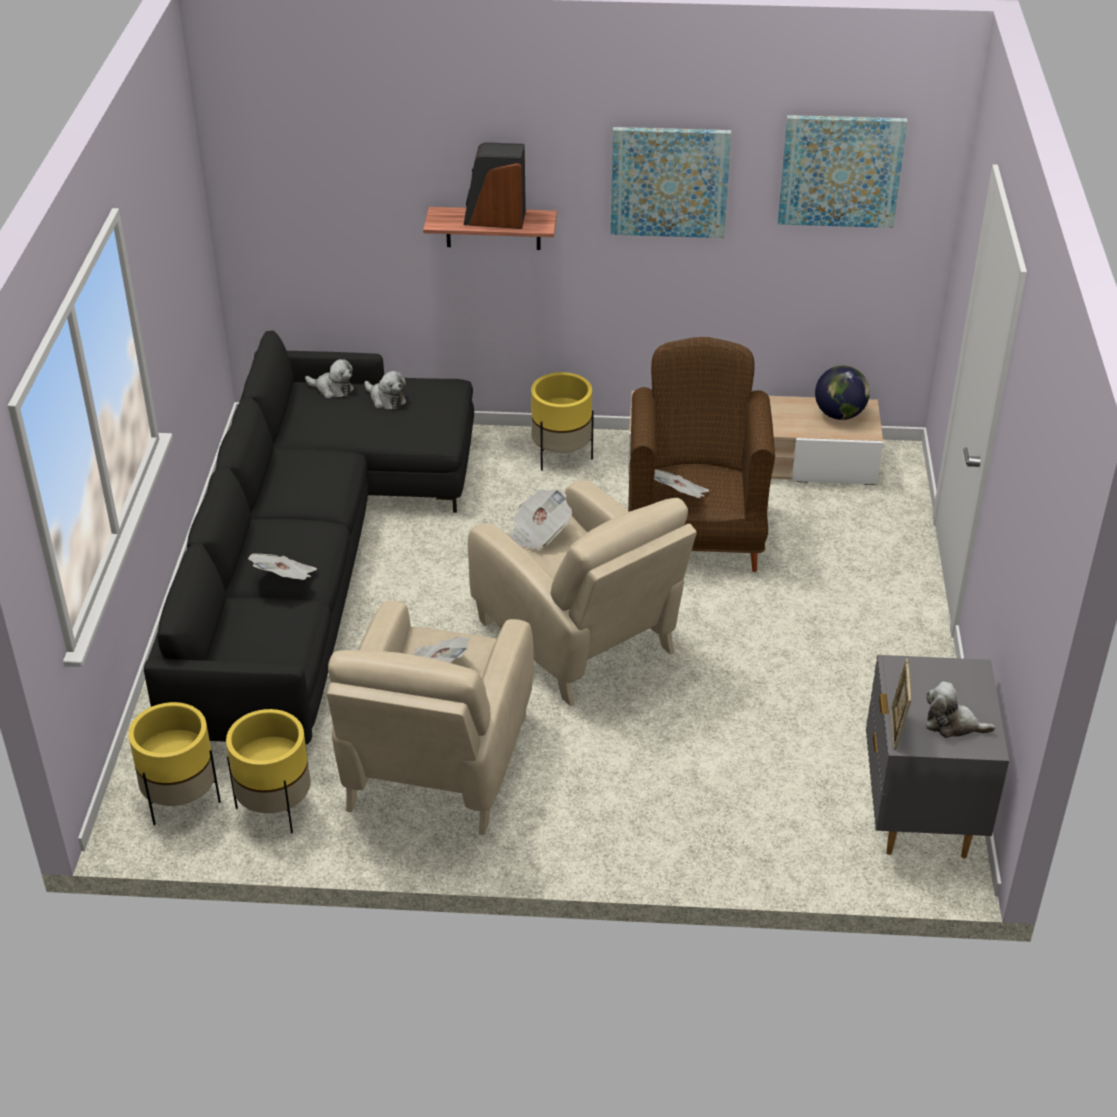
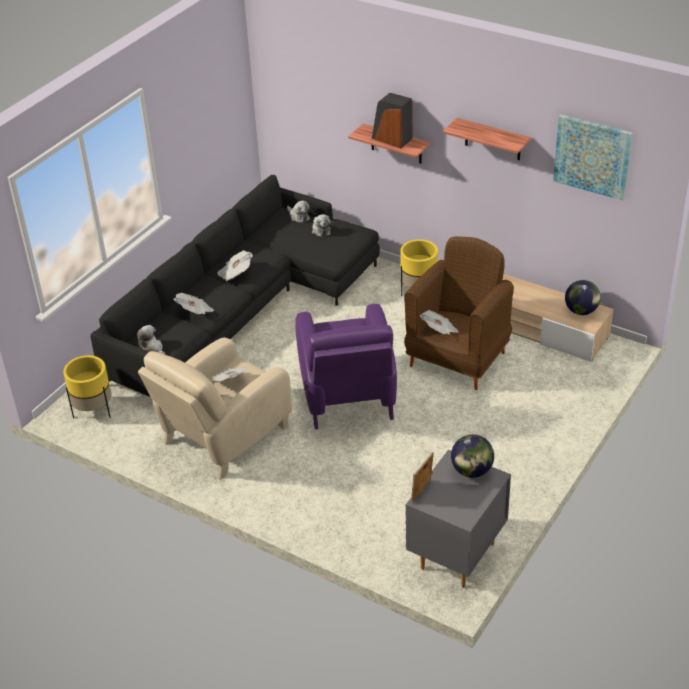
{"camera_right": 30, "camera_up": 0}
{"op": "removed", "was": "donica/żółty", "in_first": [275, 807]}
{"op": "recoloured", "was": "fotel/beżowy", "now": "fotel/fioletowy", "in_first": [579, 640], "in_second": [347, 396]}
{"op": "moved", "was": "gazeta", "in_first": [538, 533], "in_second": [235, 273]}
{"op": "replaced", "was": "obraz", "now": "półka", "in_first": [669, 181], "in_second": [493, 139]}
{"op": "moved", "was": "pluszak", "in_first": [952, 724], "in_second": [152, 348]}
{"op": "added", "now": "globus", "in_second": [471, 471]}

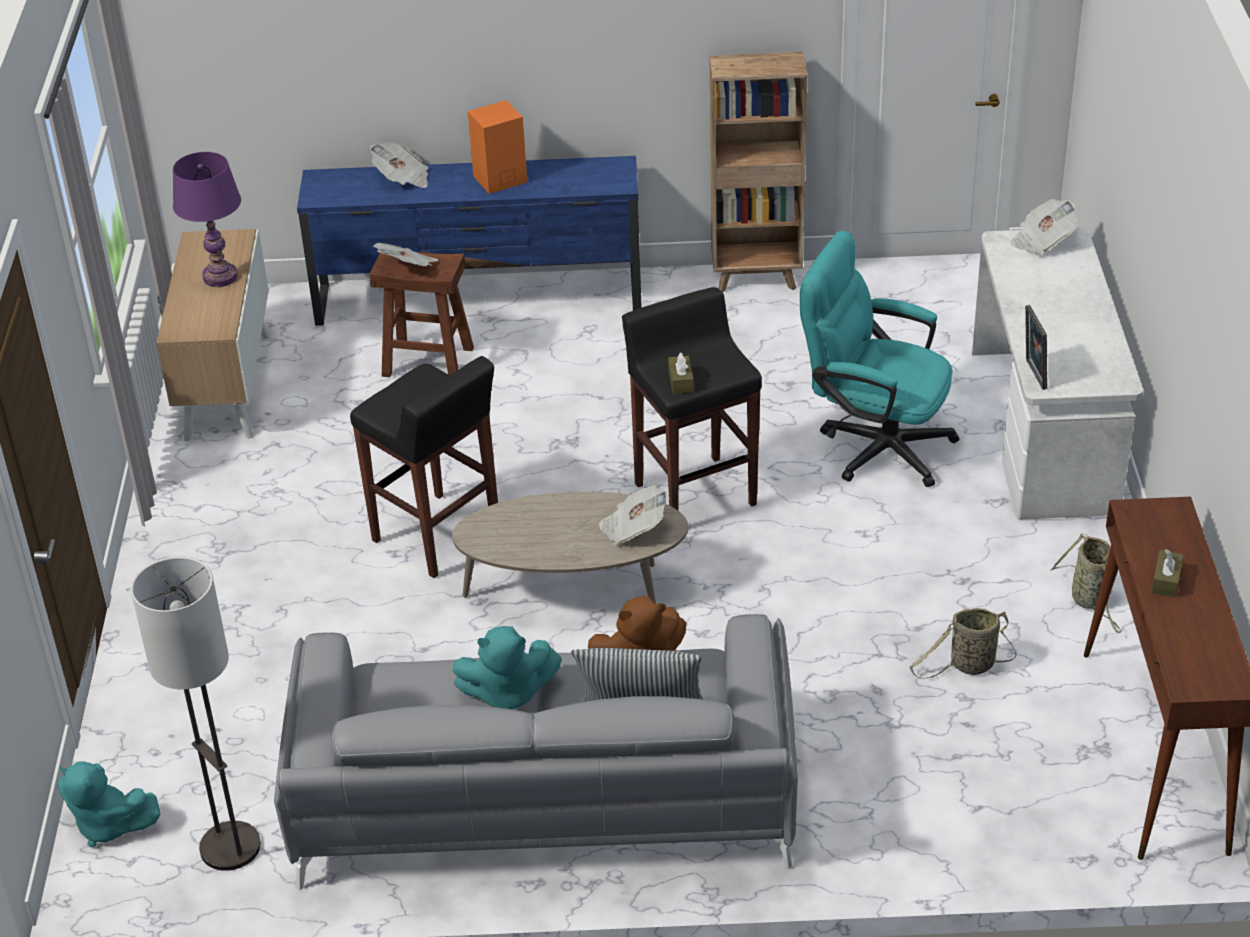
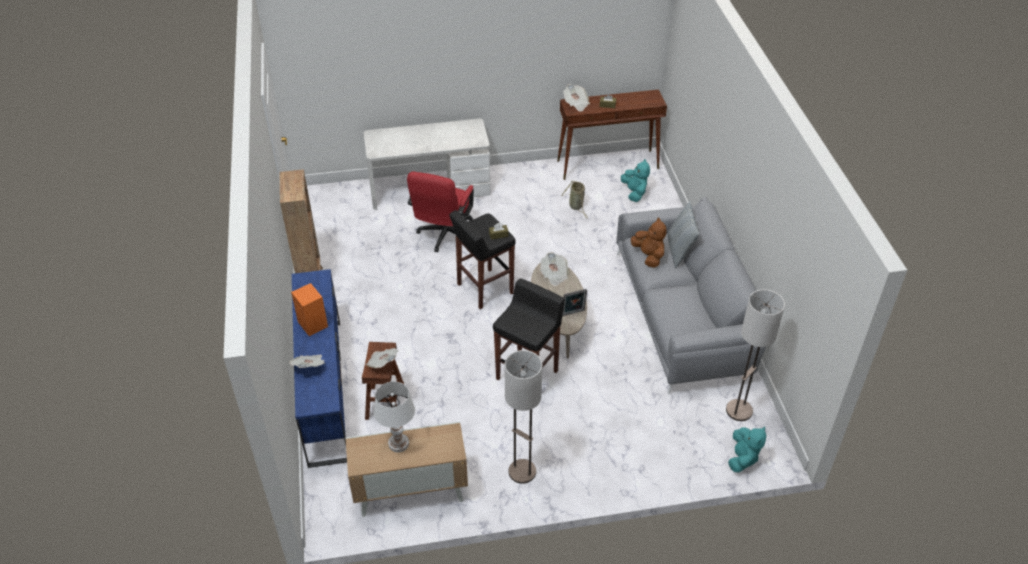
{"camera_right": -100, "camera_up": 5}
{"op": "recoloured", "was": "lampa stołowa/fioletowy", "now": "lampa stołowa/biały", "in_first": [220, 277], "in_second": [398, 443]}
{"op": "moved", "was": "pluszak/turkusowy", "in_first": [507, 694], "in_second": [634, 192]}
{"op": "recoloured", "was": "krzesło biurowe/turkusowy", "now": "krzesło biurowe/czerwony", "in_first": [874, 445], "in_second": [444, 236]}
{"op": "moved", "was": "gazeta", "in_first": [1042, 241], "in_second": [576, 104]}
{"op": "moved", "was": "ramka na zdjęcie", "in_first": [1033, 374], "in_second": [573, 313]}
{"op": "removed", "was": "koszyk", "in_first": [1089, 600]}
{"op": "added", "now": "lampa stojąca", "in_second": [522, 472]}

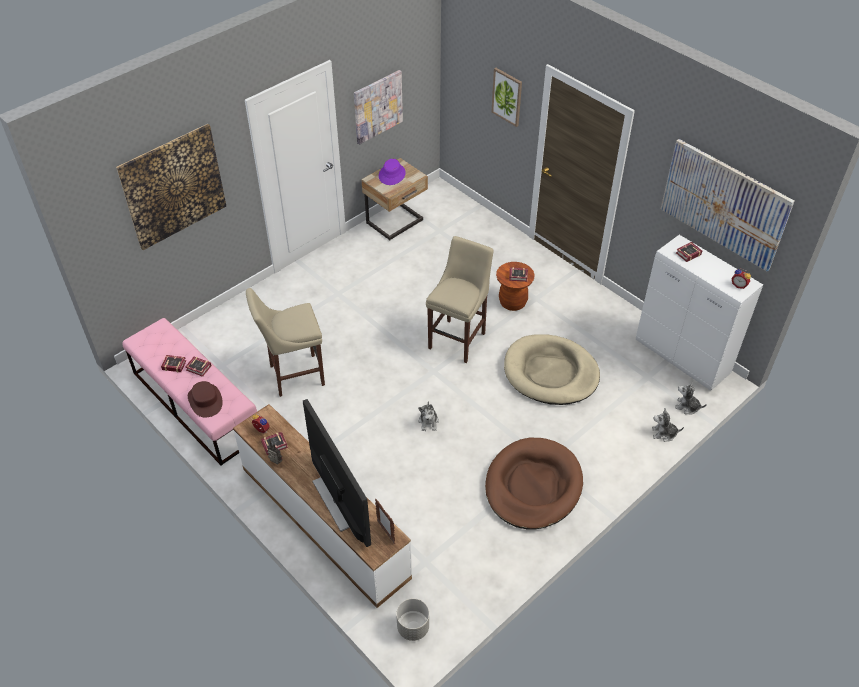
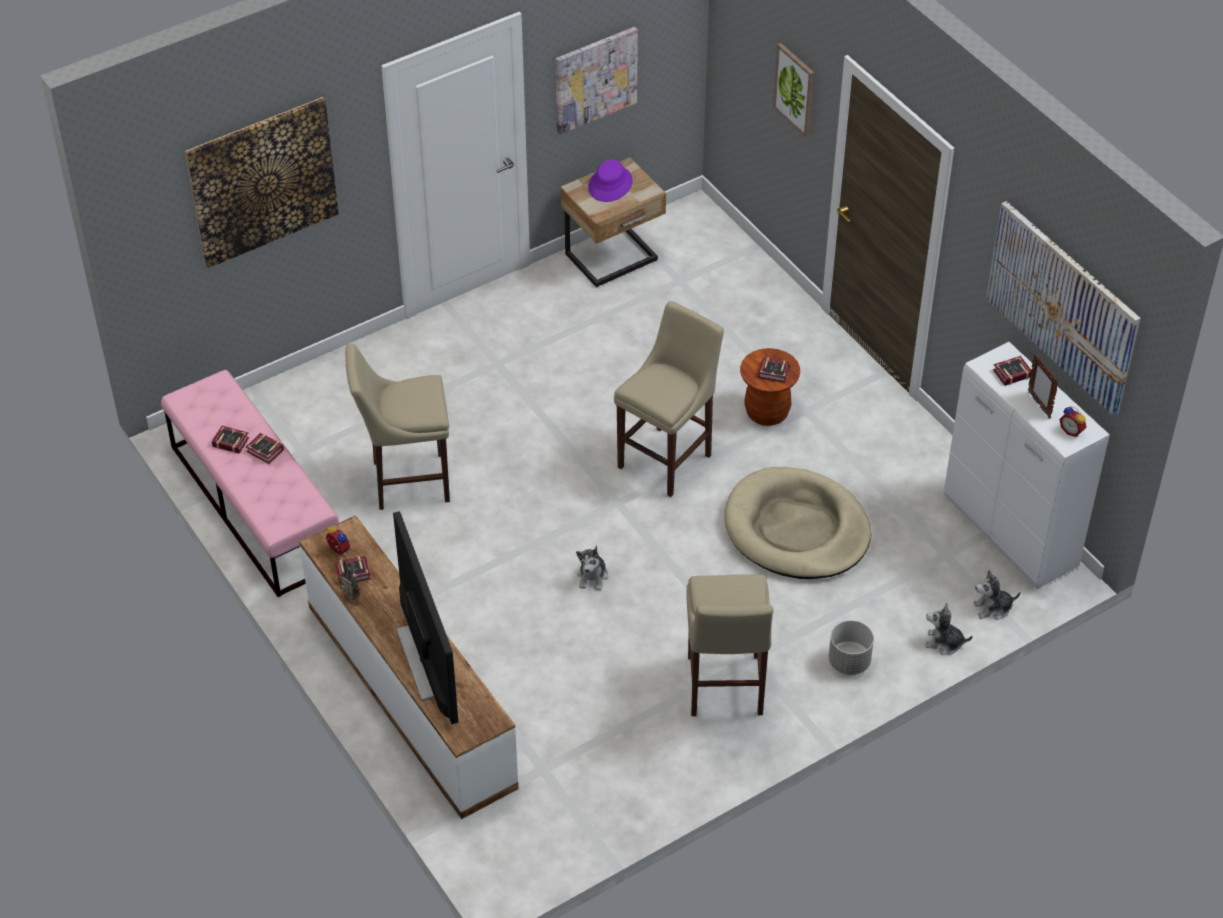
{"camera_right": 10, "camera_up": 0}
{"op": "removed", "was": "kapelusz/brązowy", "in_first": [205, 400]}
{"op": "moved", "was": "ramka na zdjęcie", "in_first": [386, 532], "in_second": [1039, 405]}
{"op": "moved", "was": "donica/szary", "in_first": [413, 627], "in_second": [849, 662]}
{"op": "replaced", "was": "legowisko/brązowy", "now": "stołek/beżowy", "in_first": [533, 486], "in_second": [724, 689]}
{"op": "turned", "was": "pluszak", "in_first": [687, 407], "in_second": [993, 608], "clockwise": -45}

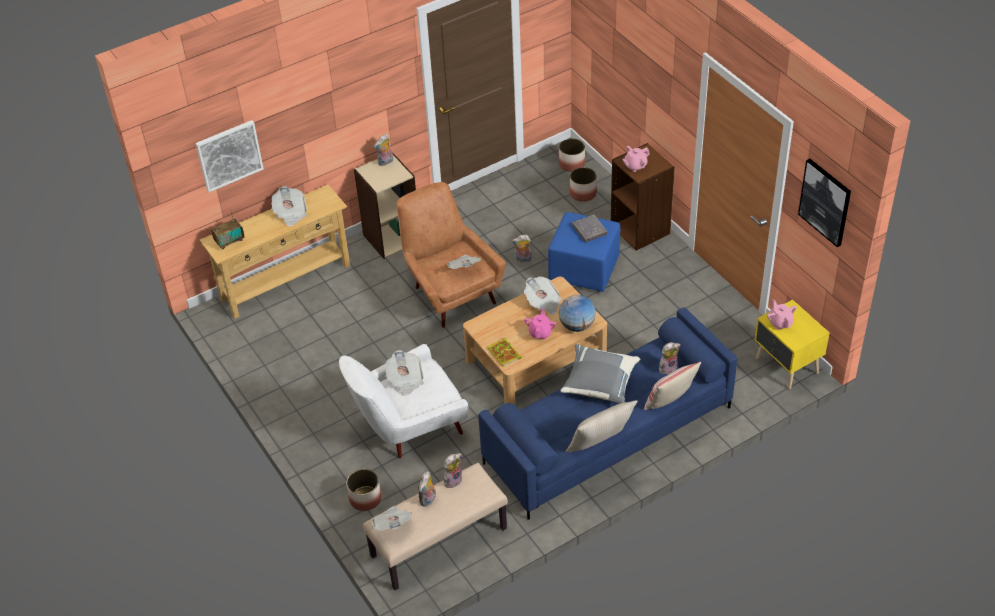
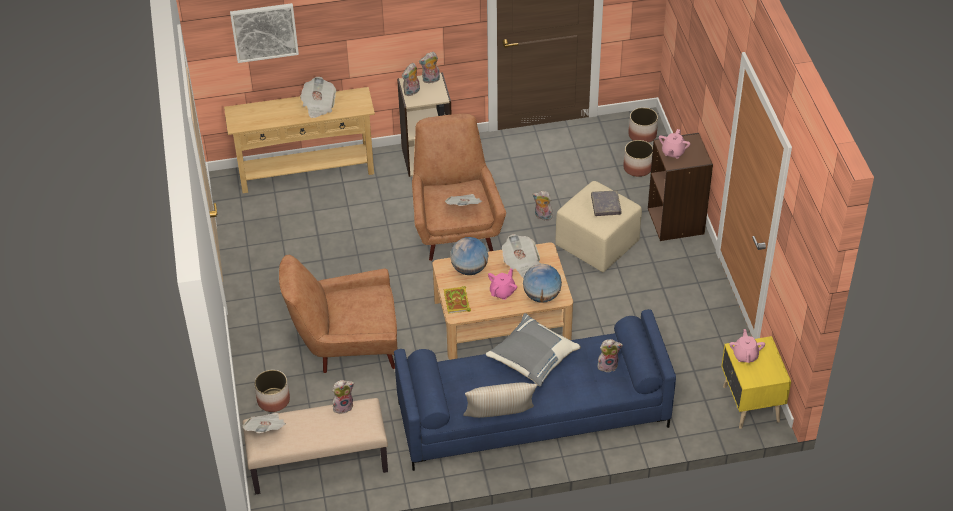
{"camera_right": 20, "camera_up": 0}
{"op": "removed", "was": "radio", "in_first": [229, 241]}
{"op": "recoloured", "was": "fotel/biały", "now": "fotel/brązowy", "in_first": [409, 428], "in_second": [347, 347]}
{"op": "removed", "was": "gazeta", "in_first": [405, 380]}
{"op": "moved", "was": "pluszak", "in_first": [428, 500], "in_second": [412, 92]}
{"op": "recoloured", "was": "pufa/niebieski", "now": "pufa/beżowy", "in_first": [583, 270], "in_second": [596, 244]}
{"op": "turned", "was": "imbryk/różowy", "in_first": [635, 166], "in_second": [673, 152], "clockwise": -60}
{"op": "removed", "was": "poduszka", "in_first": [669, 401]}
{"op": "removed", "was": "obraz", "in_first": [825, 202]}
{"op": "added", "now": "globus", "in_second": [469, 269]}

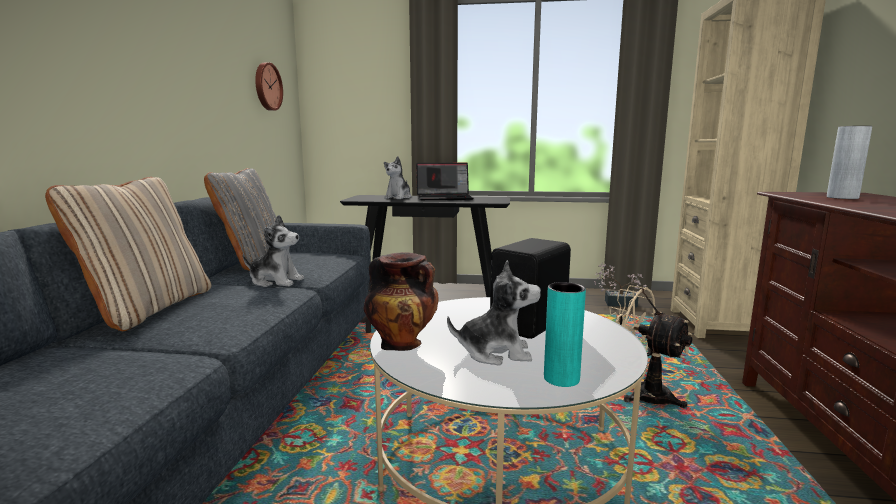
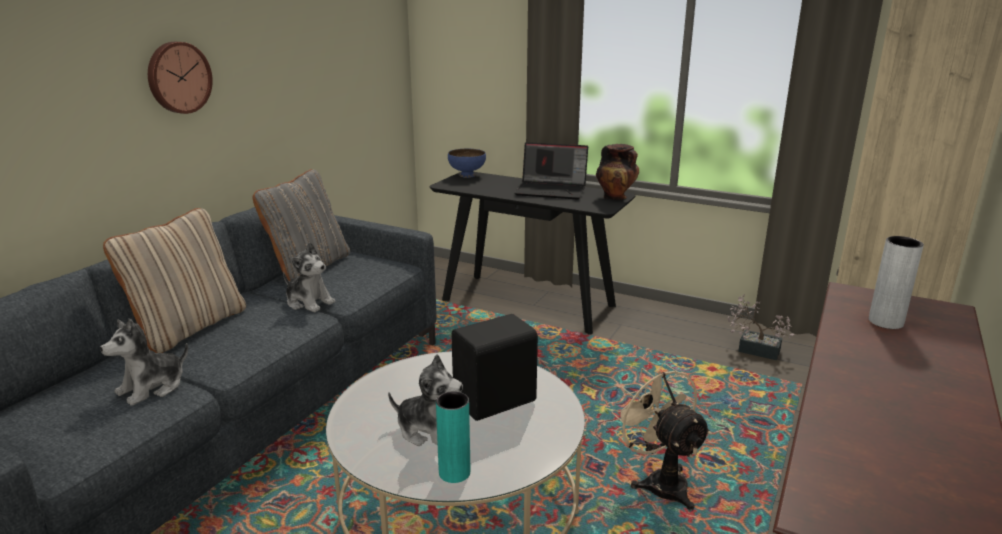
{"camera_right": 20, "camera_up": 10}
{"op": "moved", "was": "zegar ścienny", "in_first": [267, 86], "in_second": [178, 77]}
{"op": "moved", "was": "wazon", "in_first": [403, 344], "in_second": [616, 197]}
{"op": "moved", "was": "pluszak", "in_first": [398, 197], "in_second": [152, 387]}
{"op": "added", "now": "miska/niebieski", "in_second": [466, 175]}

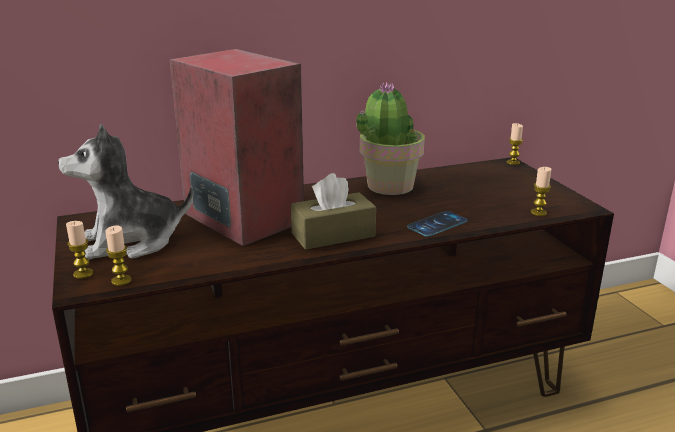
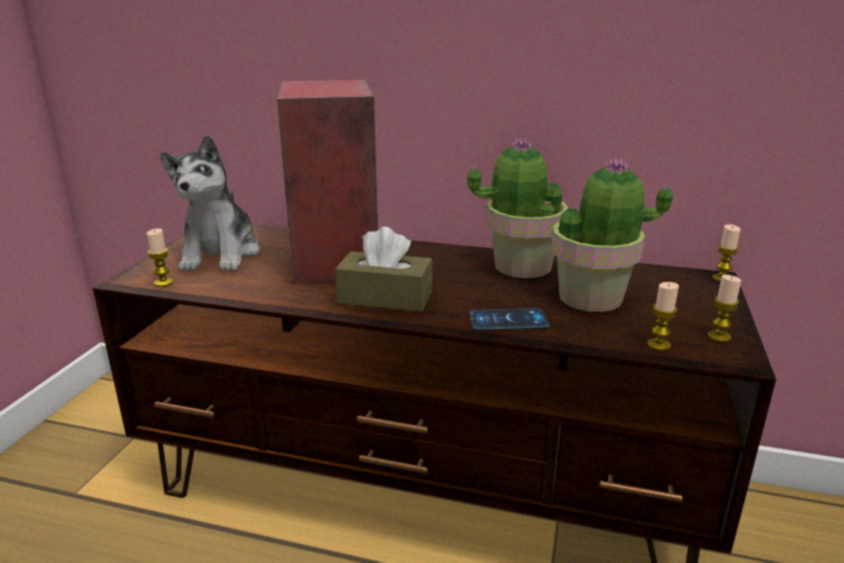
{"camera_right": 35, "camera_up": 0}
{"op": "turned", "was": "pluszak", "in_first": [131, 242], "in_second": [221, 254], "clockwise": -105}
{"op": "moved", "was": "świeca", "in_first": [83, 274], "in_second": [719, 336]}
{"op": "added", "now": "roślina doniczkowa", "in_second": [592, 298]}

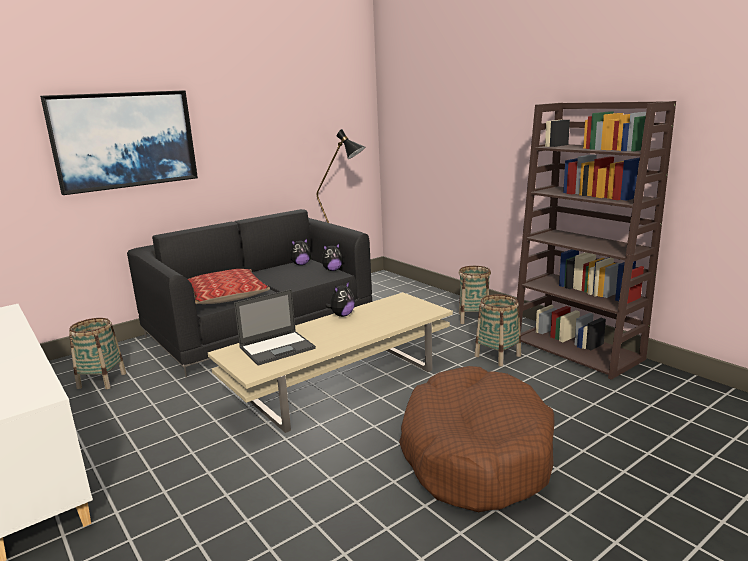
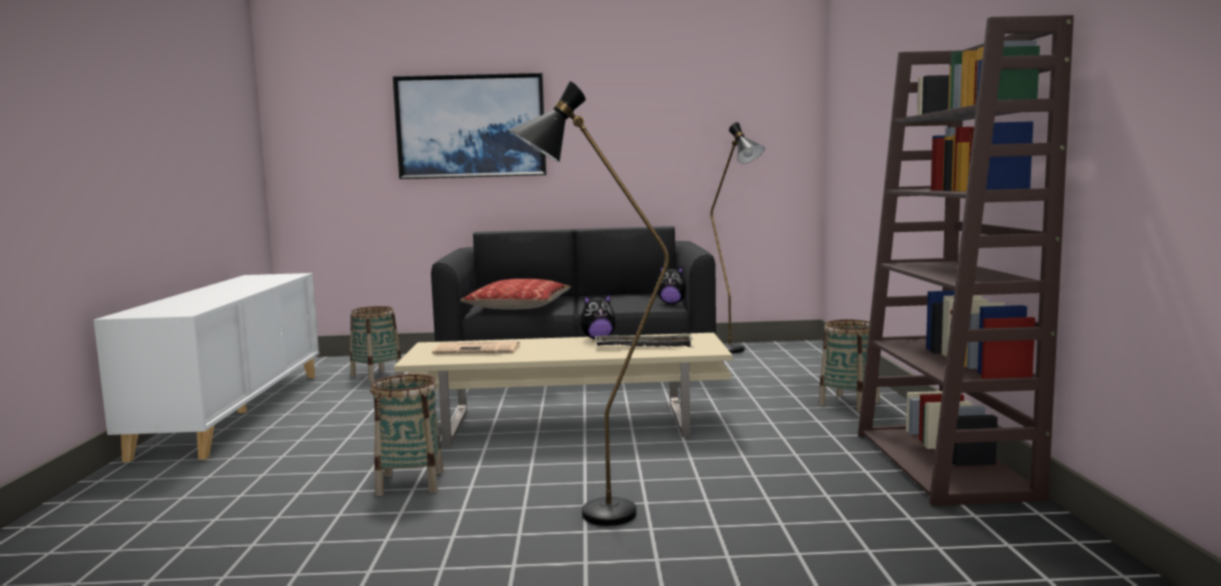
{"camera_right": 35, "camera_up": -10}
{"op": "replaced", "was": "laptop", "now": "gazeta", "in_first": [278, 348], "in_second": [478, 349]}
{"op": "removed", "was": "pluszak", "in_first": [301, 264]}
{"op": "replaced", "was": "legowisko/brązowy", "now": "lampa stojąca/czarny", "in_first": [475, 453], "in_second": [588, 516]}
{"op": "moved", "was": "koszyk", "in_first": [497, 356], "in_second": [410, 483]}
{"op": "added", "now": "taca", "in_second": [644, 346]}

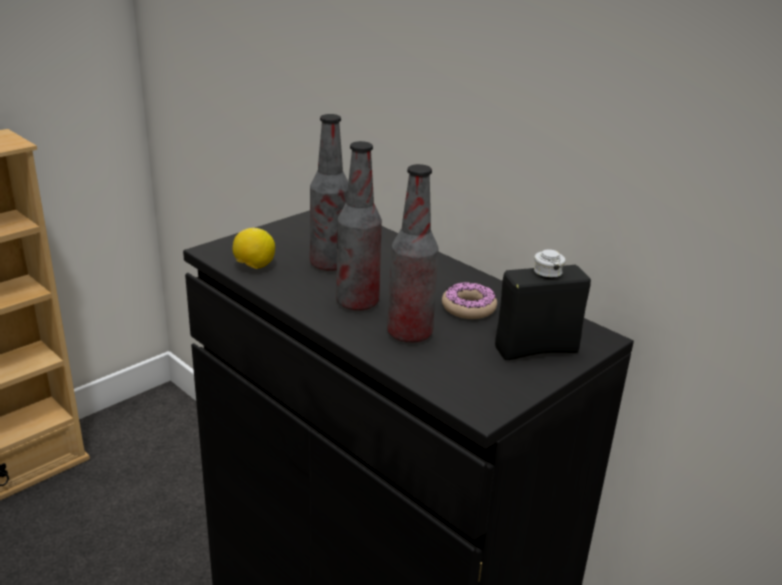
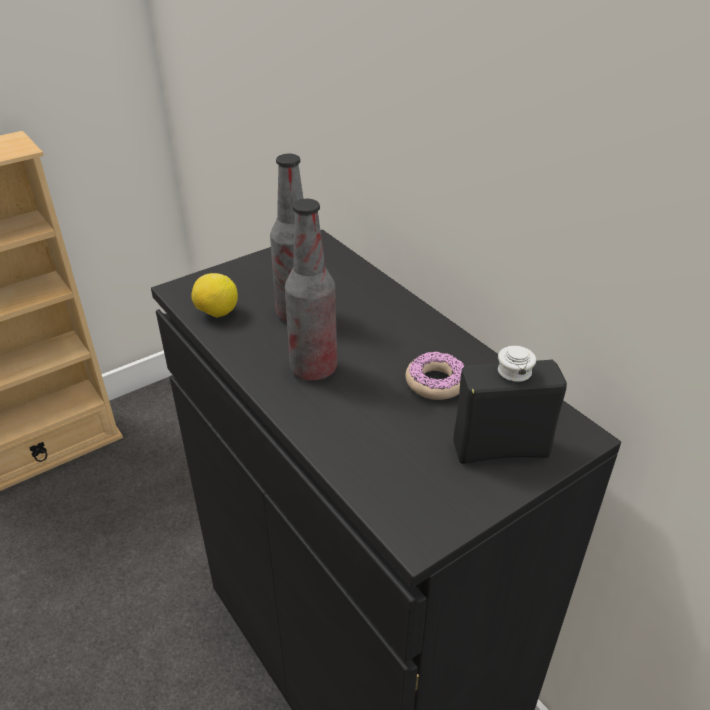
{"camera_right": 10, "camera_up": 10}
{"op": "removed", "was": "butelka", "in_first": [409, 334]}

